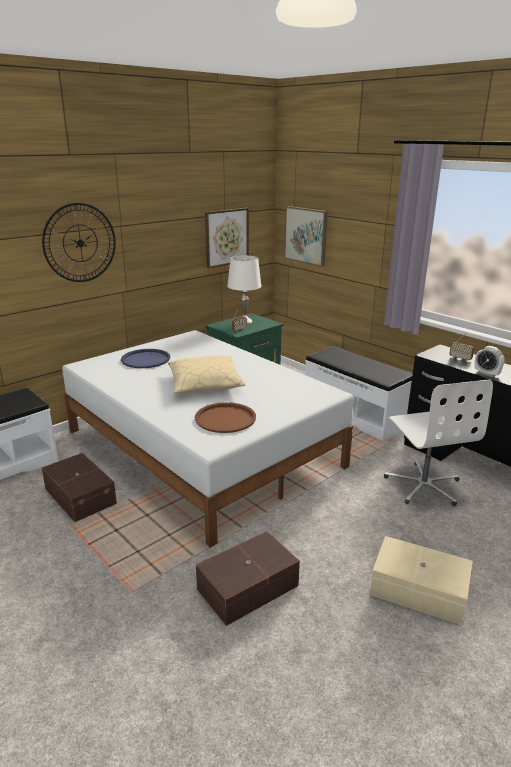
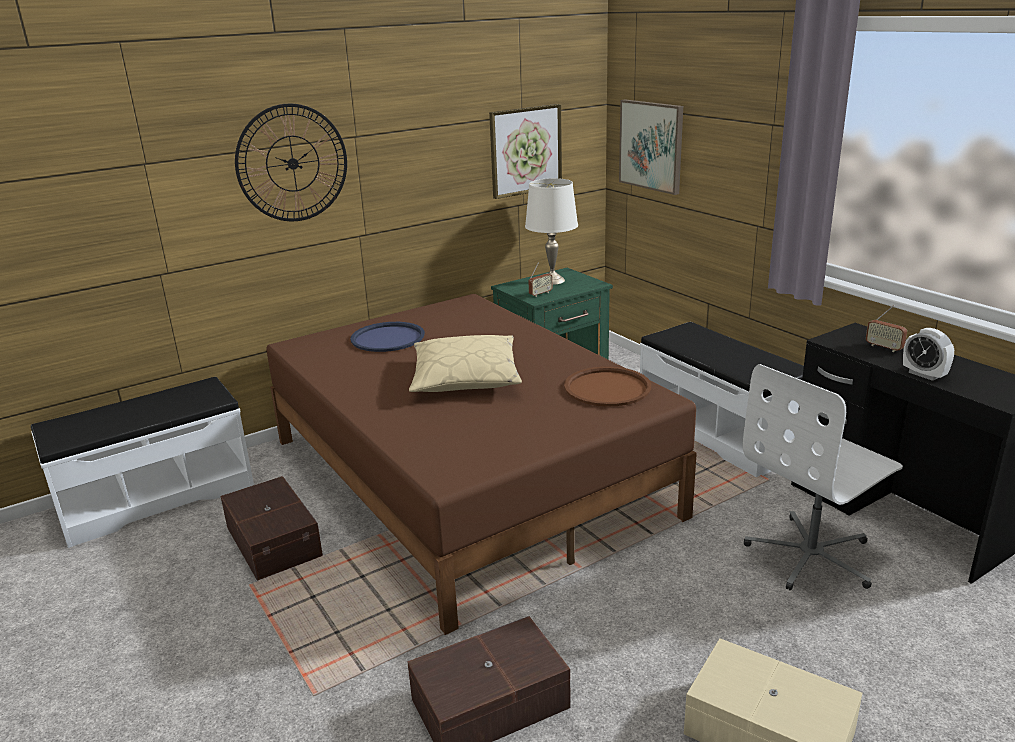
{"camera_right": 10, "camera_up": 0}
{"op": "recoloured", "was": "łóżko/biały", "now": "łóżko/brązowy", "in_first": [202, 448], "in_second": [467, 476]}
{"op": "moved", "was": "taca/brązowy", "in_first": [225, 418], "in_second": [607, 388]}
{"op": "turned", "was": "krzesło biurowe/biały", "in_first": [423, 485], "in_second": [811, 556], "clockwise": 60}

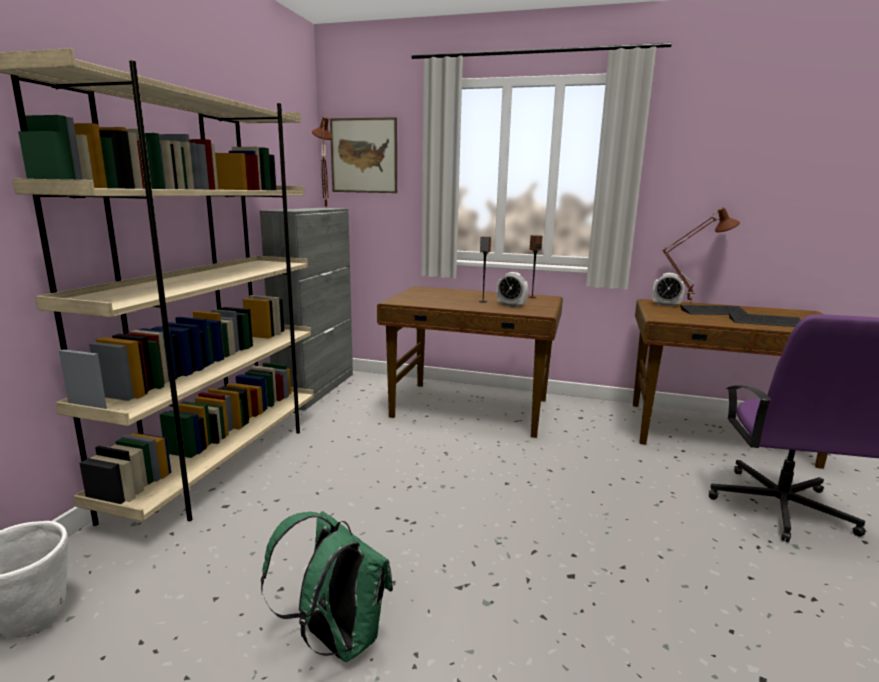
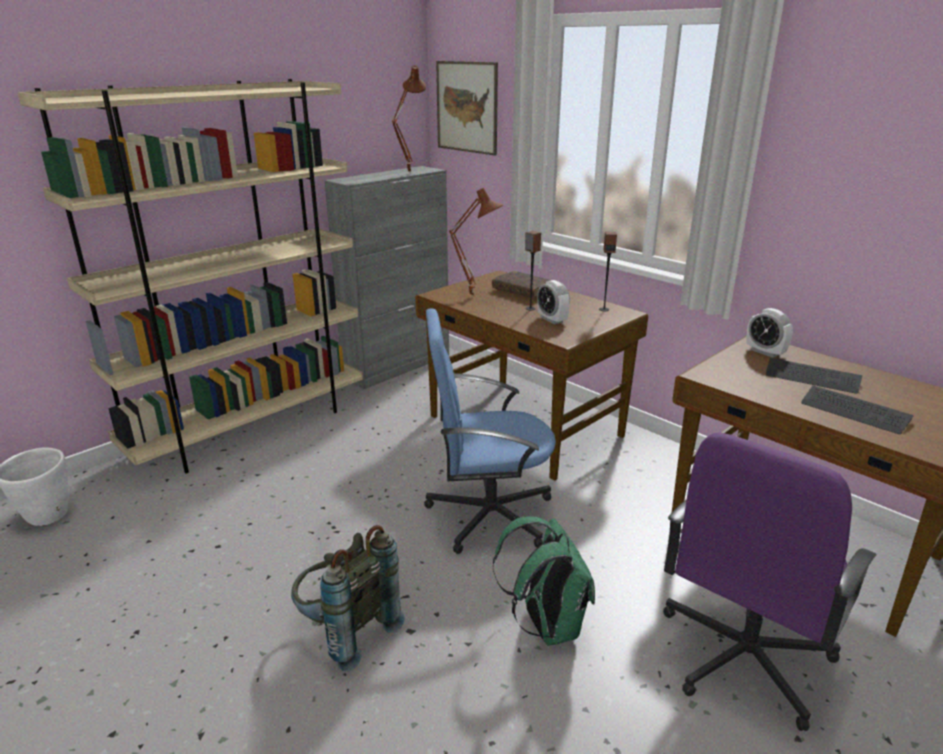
{"camera_right": 30, "camera_up": 10}
{"op": "moved", "was": "plecak/zielony", "in_first": [335, 639], "in_second": [546, 625]}
{"op": "moved", "was": "lampa stołowa/brązowy", "in_first": [689, 302], "in_second": [473, 296]}
{"op": "added", "now": "plecak/szary", "in_second": [345, 632]}
{"op": "added", "now": "krzesło biurowe/niebieski", "in_second": [488, 514]}
{"op": "added", "now": "książka/brązowy", "in_second": [523, 291]}

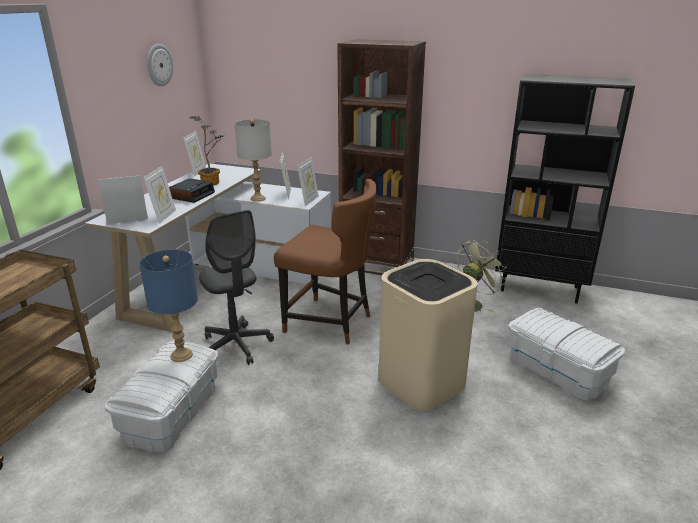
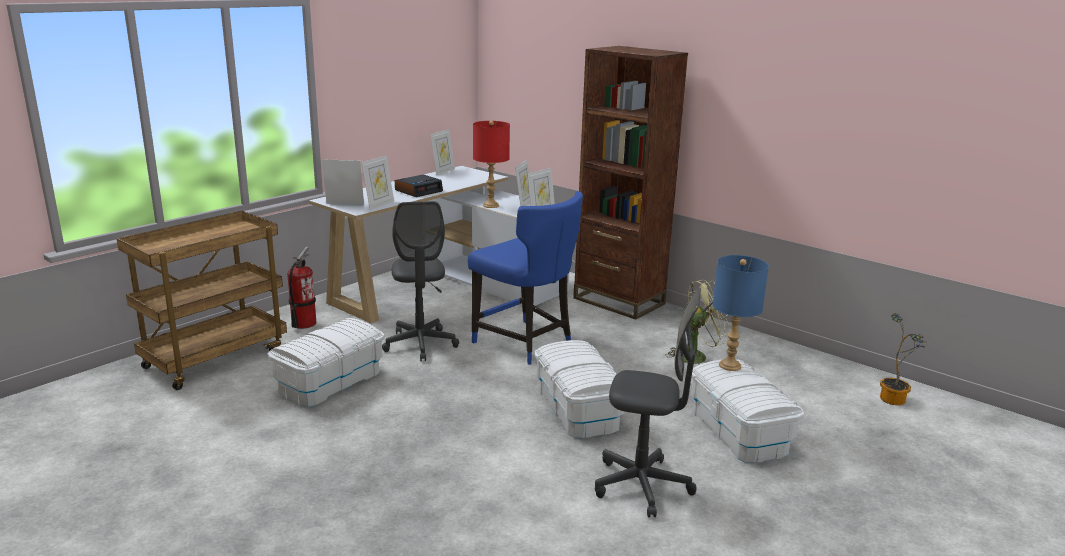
{"camera_right": 20, "camera_up": -5}
{"op": "moved", "was": "lampa stołowa/niebieski", "in_first": [181, 355], "in_second": [730, 366]}
{"op": "removed", "was": "zegar ścienny", "in_first": [159, 65]}
{"op": "moved", "was": "roślina doniczkowa", "in_first": [213, 182], "in_second": [895, 398]}
{"op": "recoloured", "was": "lampa stołowa/szary", "now": "lampa stołowa/czerwony", "in_first": [258, 199], "in_second": [491, 205]}
{"op": "recoloured", "was": "krzesło/brązowy", "now": "krzesło/niebieski", "in_first": [330, 323], "in_second": [525, 344]}
{"op": "replaced", "was": "kosz na śmieci/beżowy", "now": "pojemnik do przechowywania/biały", "in_first": [420, 382], "in_second": [577, 409]}
{"op": "removed", "was": "regał/czarny", "in_first": [540, 288]}
{"op": "added", "now": "gaśnica", "in_second": [303, 324]}
{"op": "added", "now": "krzesło biurowe/szary", "in_second": [642, 485]}

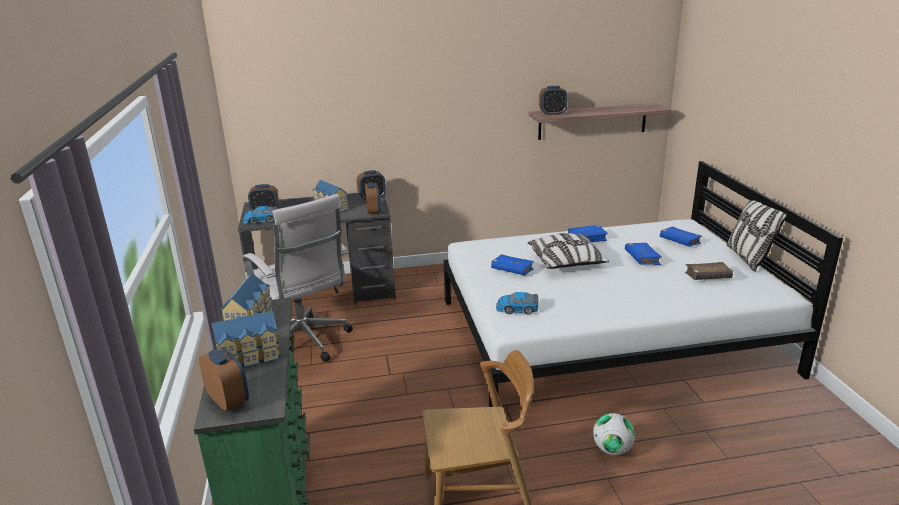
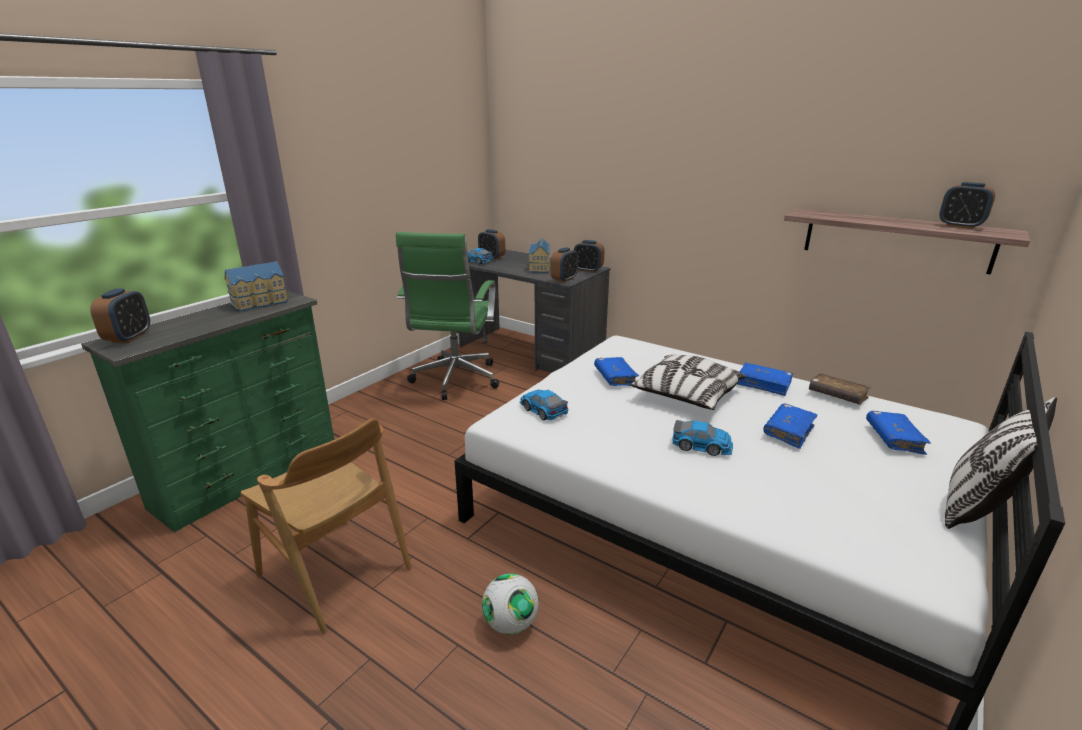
{"camera_right": 45, "camera_up": 0}
{"op": "removed", "was": "domek", "in_first": [250, 358]}
{"op": "recoloured", "was": "krzesło biurowe/biały", "now": "krzesło biurowe/zielony", "in_first": [306, 343], "in_second": [455, 381]}
{"op": "moved", "was": "budzik", "in_first": [552, 113], "in_second": [960, 226]}
{"op": "moved", "was": "książka/brązowy", "in_first": [707, 277], "in_second": [837, 395]}
{"op": "added", "now": "samochodzik", "in_second": [702, 445]}

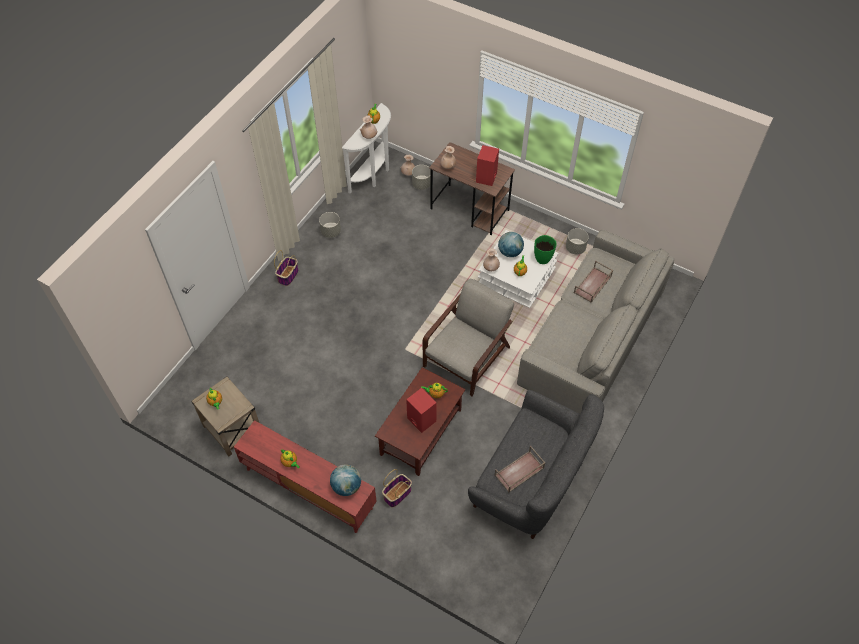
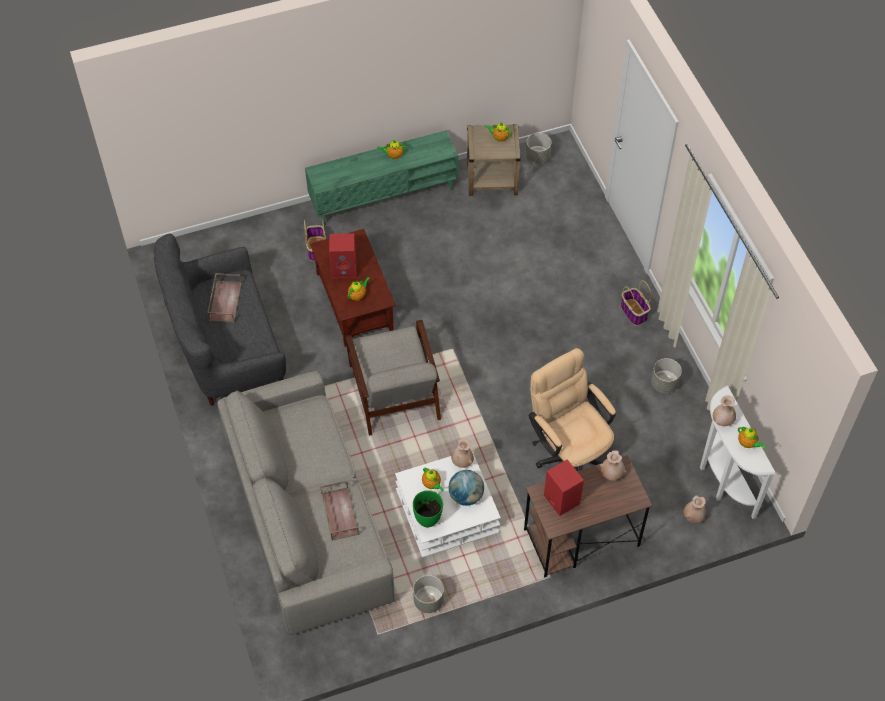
{"camera_right": 130, "camera_up": 0}
{"op": "recoloured", "was": "szafka pod telewizor/czerwony", "now": "szafka pod telewizor/zielony", "in_first": [308, 488], "in_second": [384, 196]}
{"op": "removed", "was": "globus", "in_first": [346, 486]}
{"op": "moved", "was": "donica/szary", "in_first": [421, 184], "in_second": [537, 157]}
{"op": "added", "now": "krzesło biurowe/beżowy", "in_second": [568, 451]}

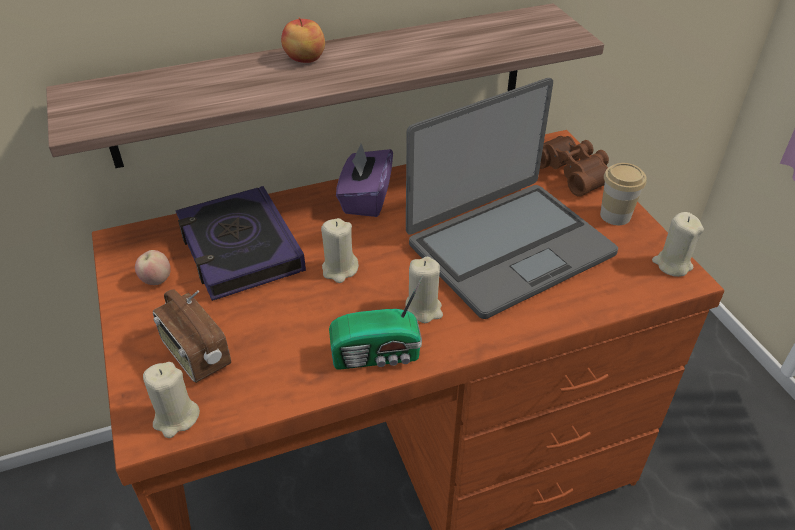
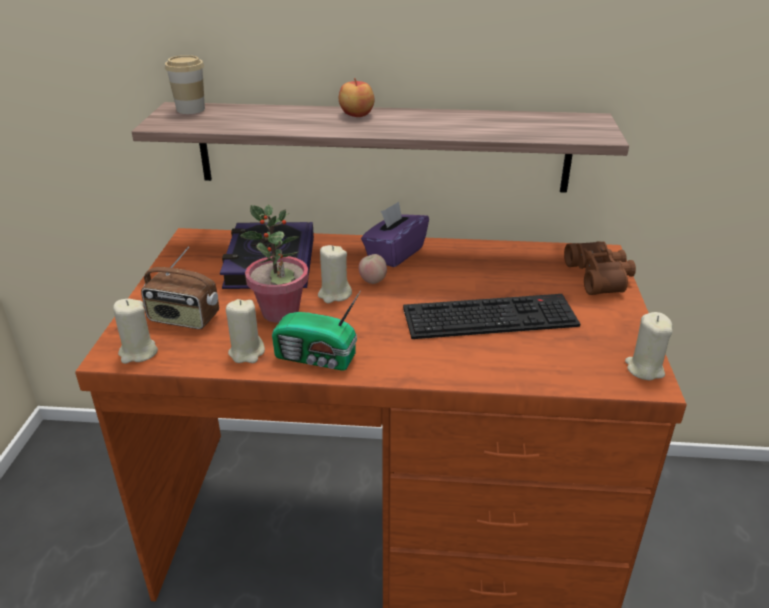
{"camera_right": 25, "camera_up": -10}
{"op": "moved", "was": "jabłko", "in_first": [157, 280], "in_second": [373, 281]}
{"op": "turned", "was": "radio", "in_first": [195, 355], "in_second": [183, 319], "clockwise": -60}
{"op": "moved", "was": "świeca/beżowy", "in_first": [424, 309], "in_second": [247, 352]}
{"op": "replaced", "was": "laptop", "now": "klawiatura", "in_first": [508, 247], "in_second": [491, 316]}
{"op": "moved", "was": "filiżanka", "in_first": [615, 215], "in_second": [190, 109]}
{"op": "added", "now": "roślina doniczkowa", "in_second": [280, 312]}

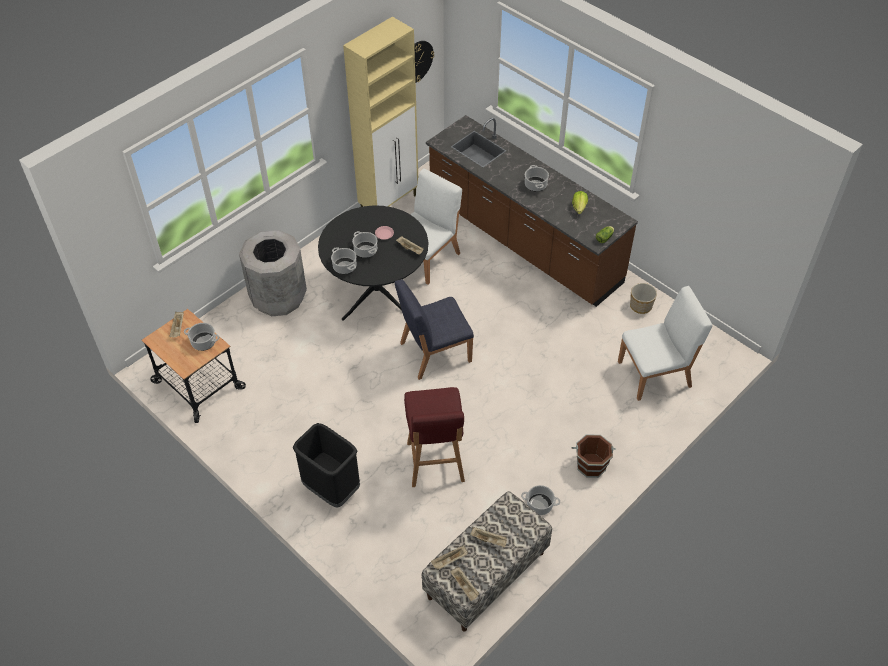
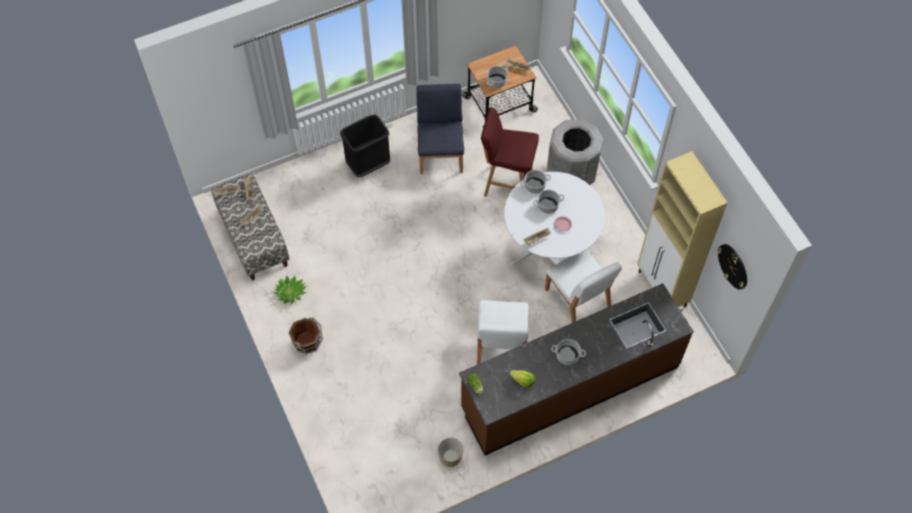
{"camera_right": 110, "camera_up": 10}
{"op": "recoloured", "was": "stół jadalny/czarny", "now": "stół jadalny/biały", "in_first": [377, 293], "in_second": [549, 247]}
{"op": "moved", "was": "krzesło/niebieski", "in_first": [434, 352], "in_second": [441, 152]}
{"op": "moved", "was": "stołek/czerwony", "in_first": [435, 463], "in_second": [507, 183]}
{"op": "replaced", "was": "garnek", "now": "roślina doniczkowa", "in_first": [539, 505], "in_second": [290, 292]}
{"op": "moved", "was": "krzesło/biały", "in_first": [655, 374], "in_second": [500, 344]}

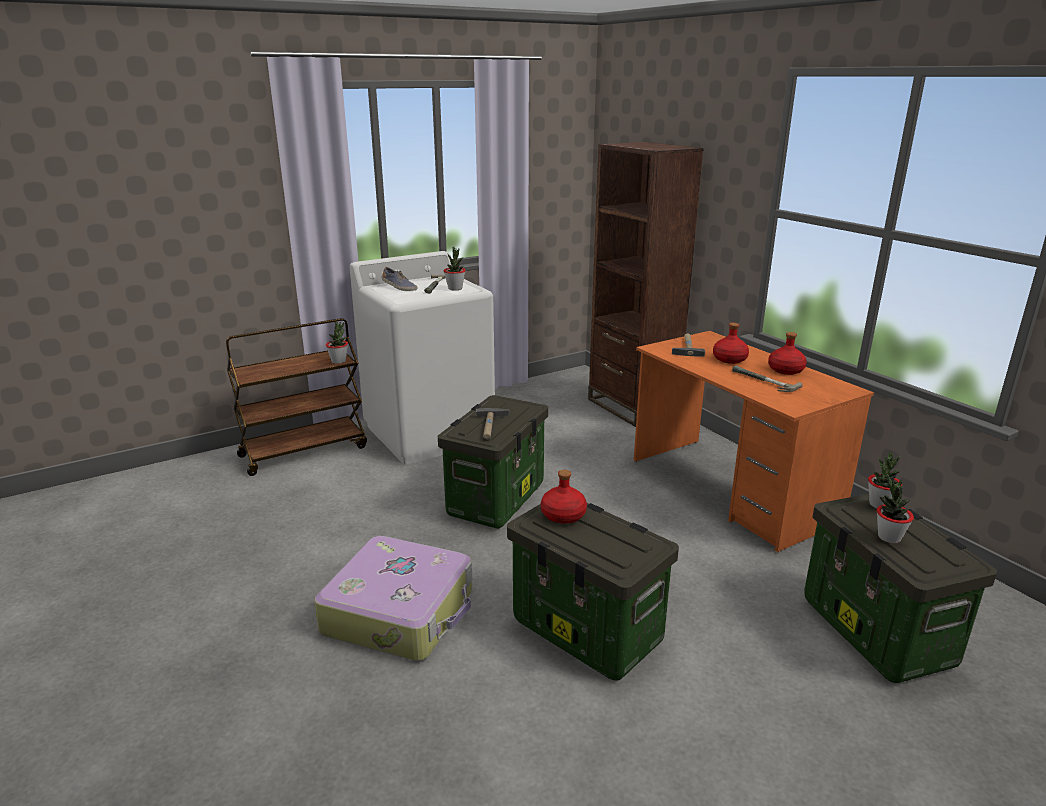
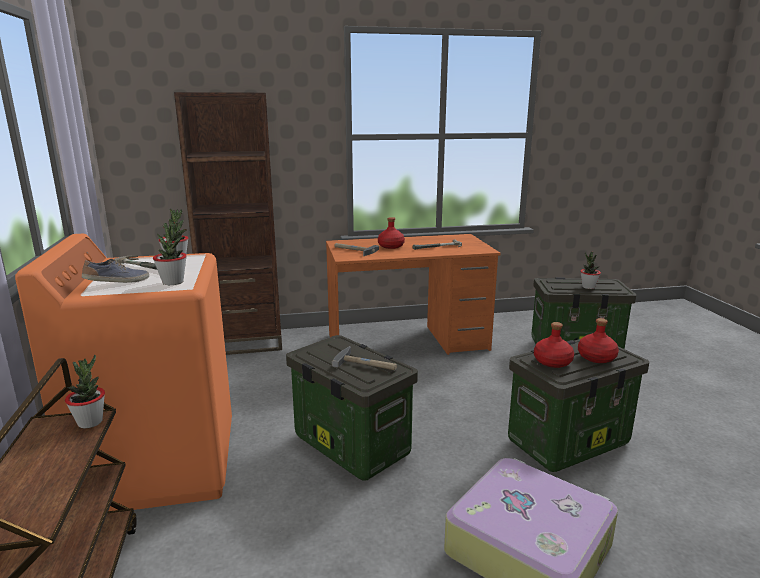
{"camera_right": -70, "camera_up": -5}
{"op": "recoloured", "was": "pralka/biały", "now": "pralka/pomarańczowy", "in_first": [430, 433], "in_second": [160, 464]}
{"op": "moved", "was": "butelka/czerwony", "in_first": [786, 370], "in_second": [596, 357]}
{"op": "moved", "was": "roślina doniczkowa", "in_first": [879, 505], "in_second": [173, 282]}

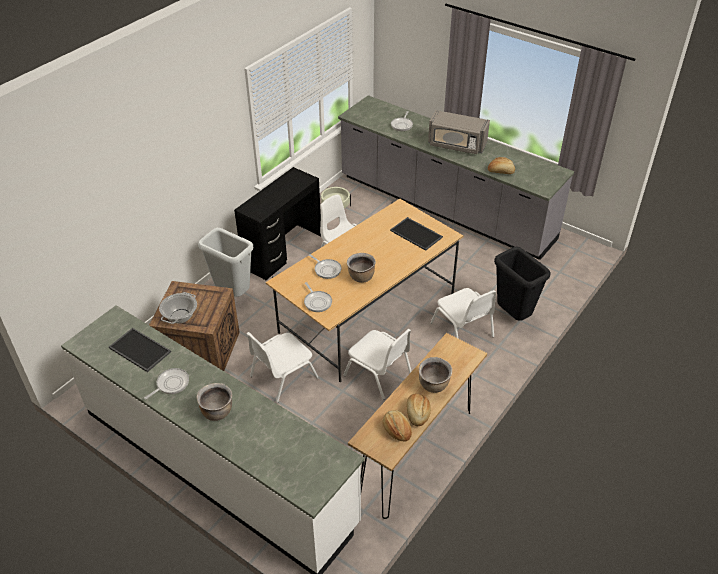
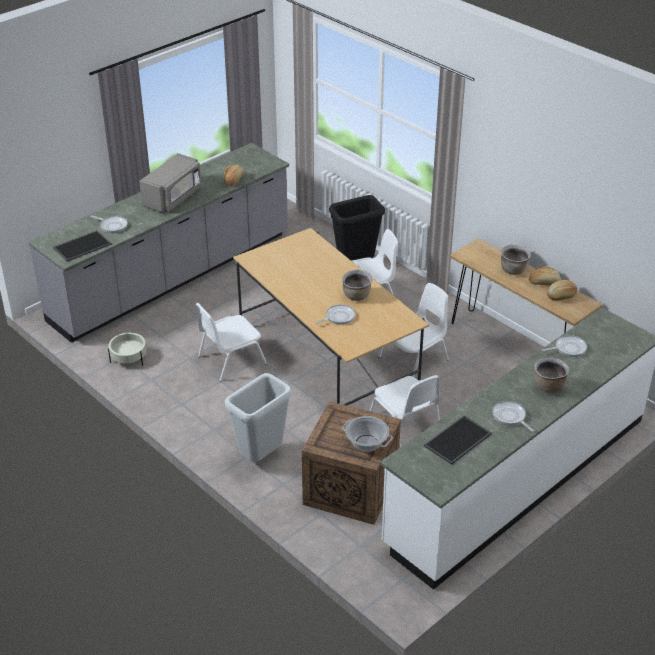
{"camera_right": -80, "camera_up": -5}
{"op": "removed", "was": "biurko/czarny", "in_first": [282, 251]}
{"op": "moved", "was": "patelnia", "in_first": [317, 302], "in_second": [568, 348]}
{"op": "moved", "was": "taca", "in_first": [417, 234], "in_second": [82, 245]}

